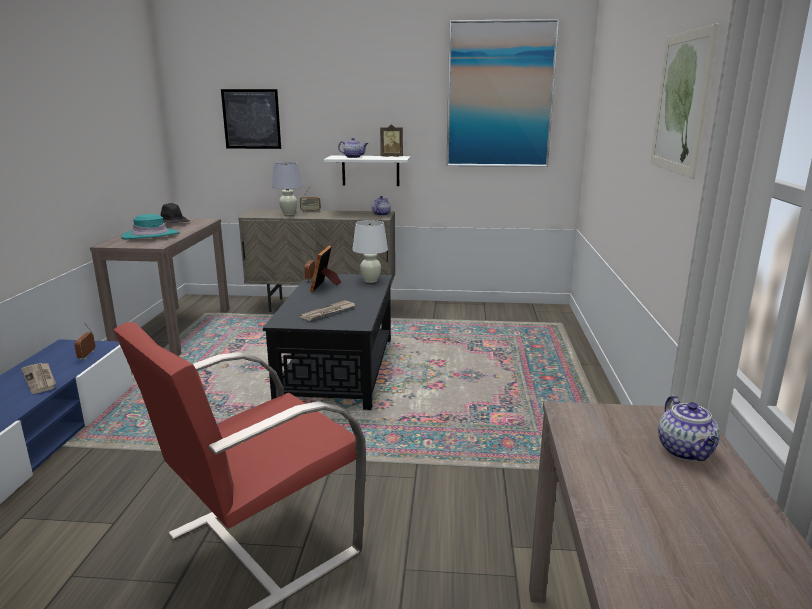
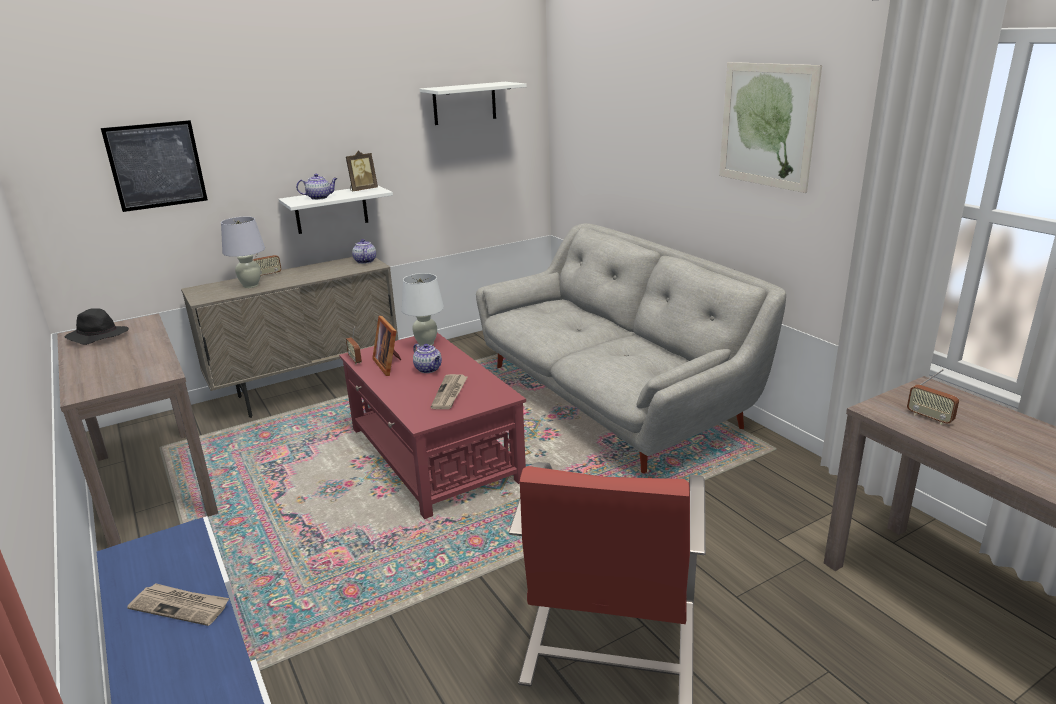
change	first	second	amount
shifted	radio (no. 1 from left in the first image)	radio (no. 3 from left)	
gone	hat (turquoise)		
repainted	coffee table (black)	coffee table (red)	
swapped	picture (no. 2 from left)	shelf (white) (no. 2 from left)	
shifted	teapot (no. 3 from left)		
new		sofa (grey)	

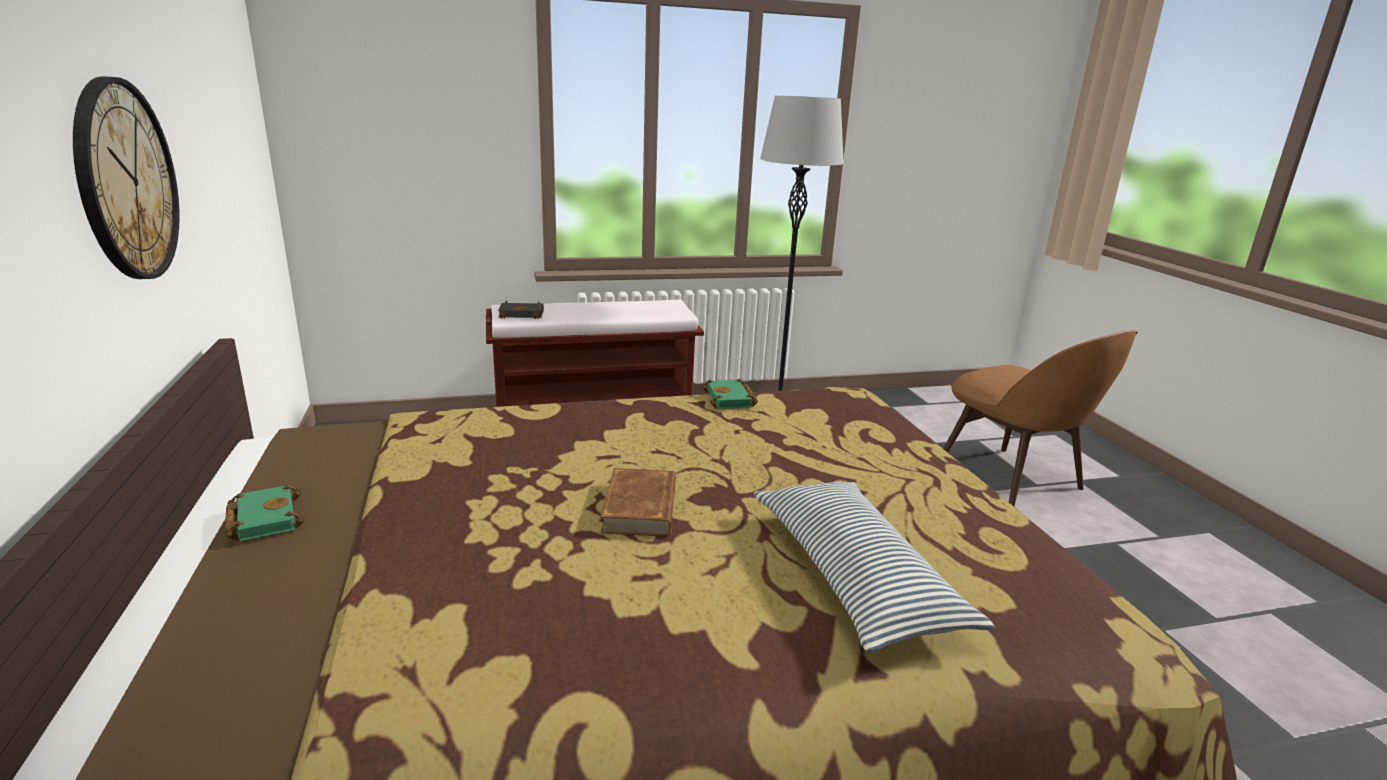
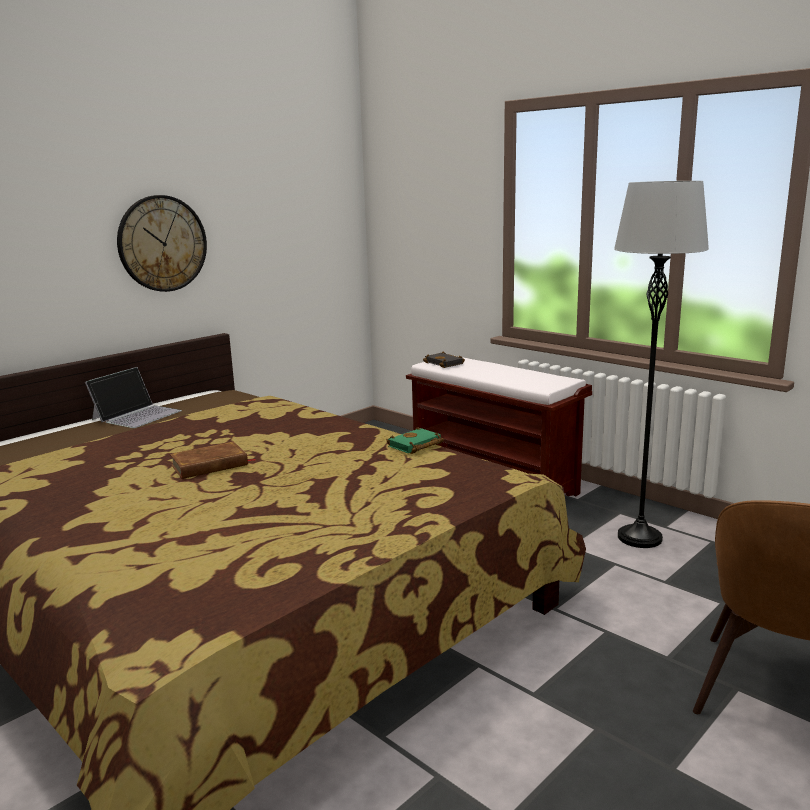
change	first	second	amount
swapped	book (green) (no. 1 from left)	laptop	
gone	pillow		

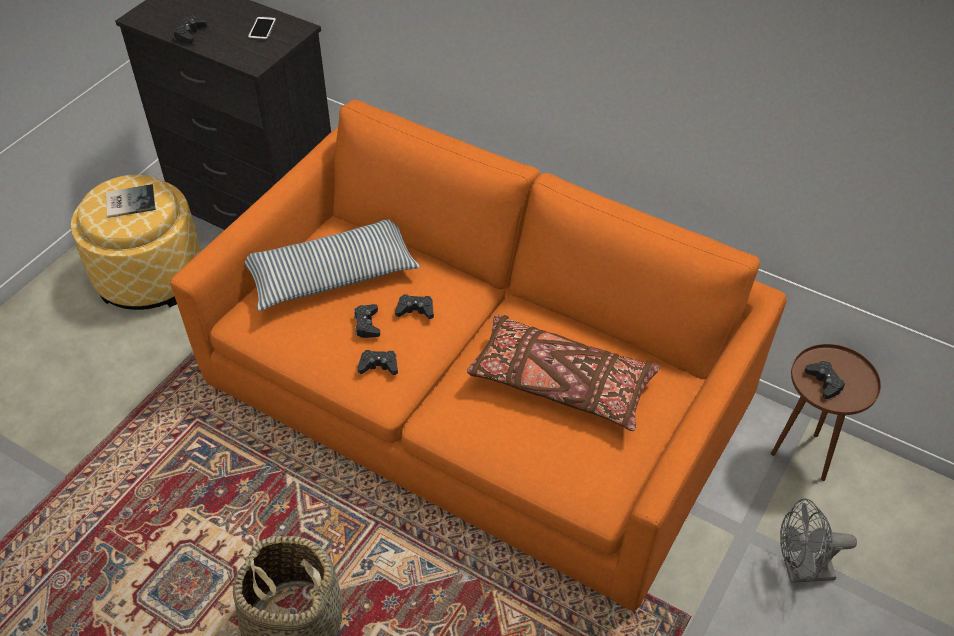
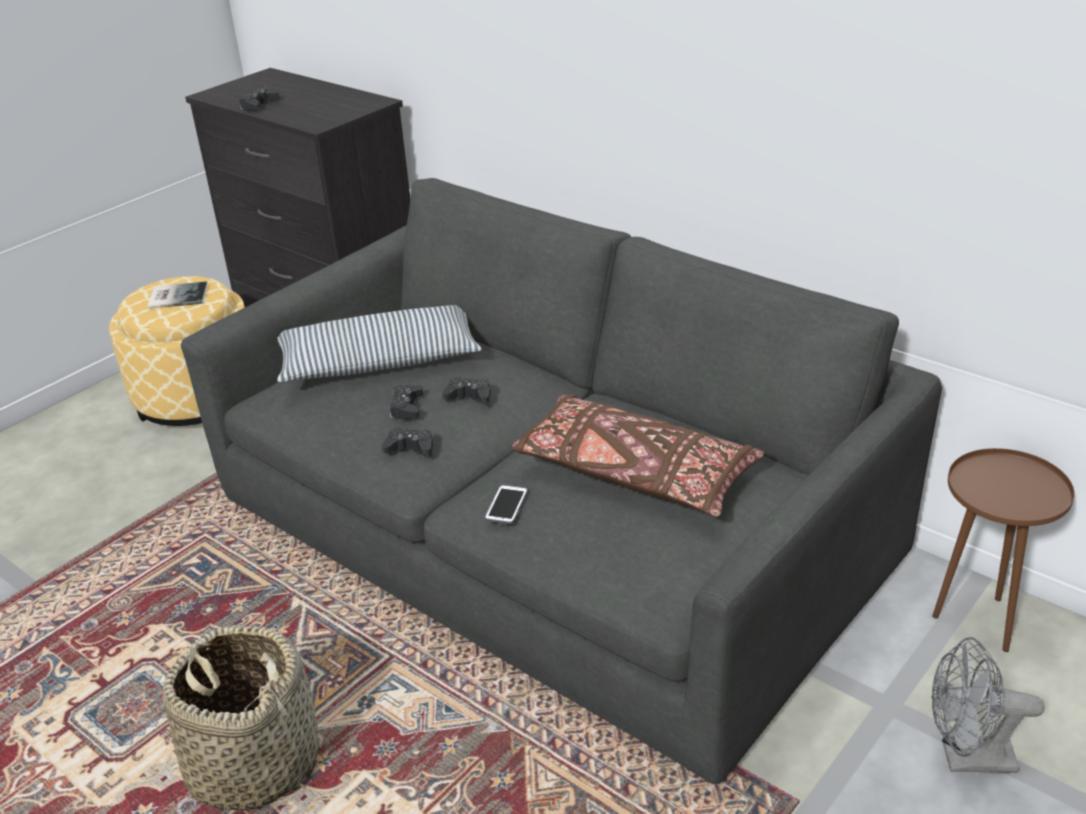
change	first	second	amount
repainted	sofa (orange)	sofa (grey)	
shifted	phone		
gone	game controller (black) (no. 5 from left)		

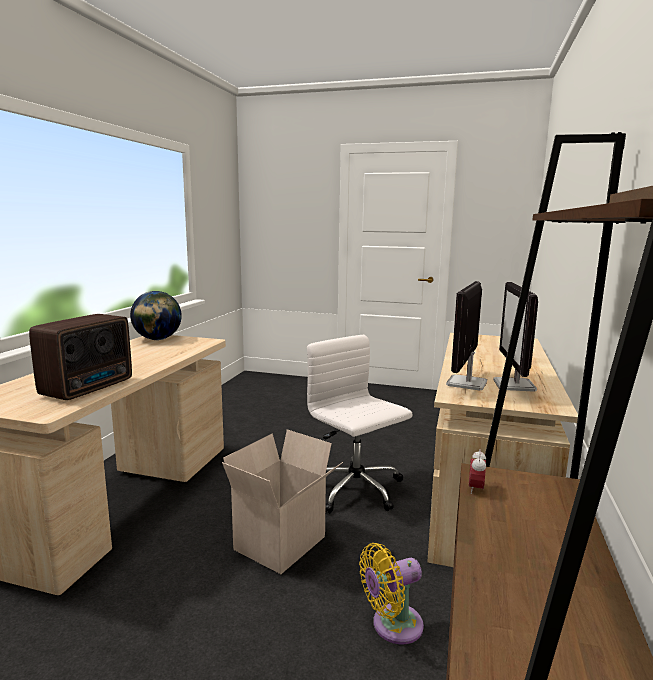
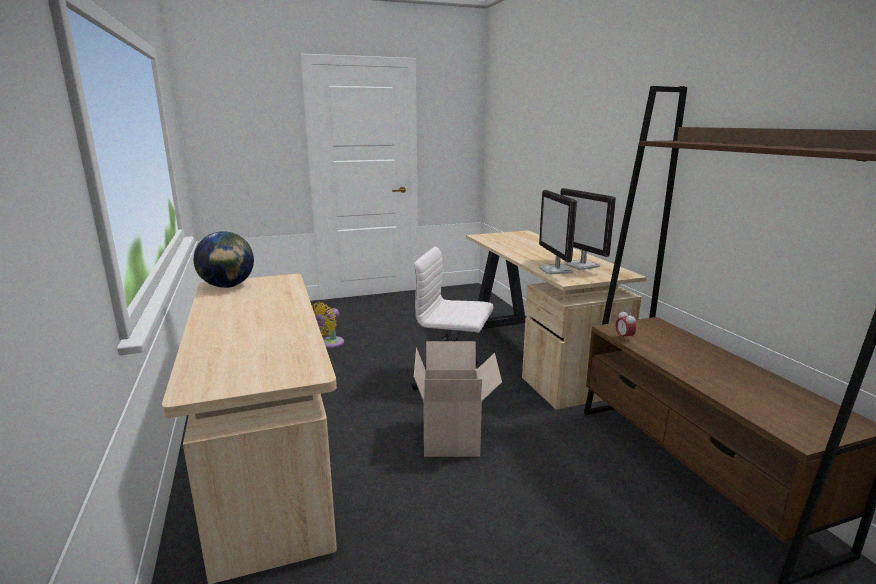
change	first	second	amount
gone	radio		
shifted	fan (yellow)		

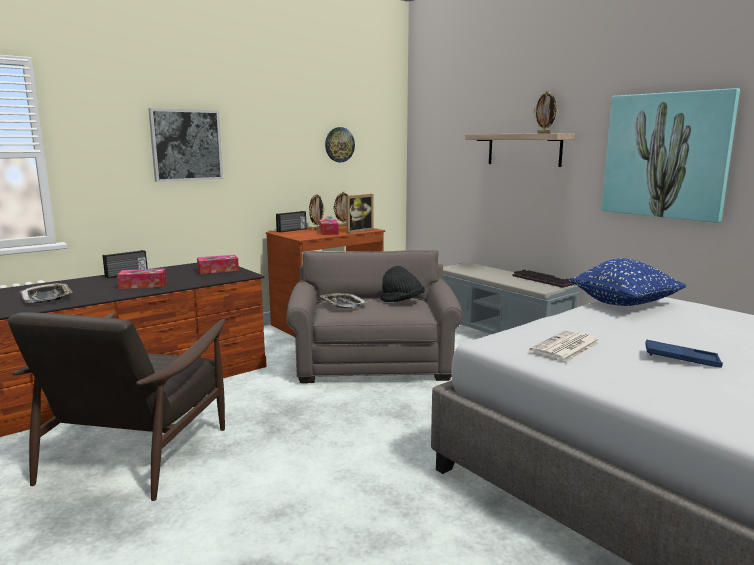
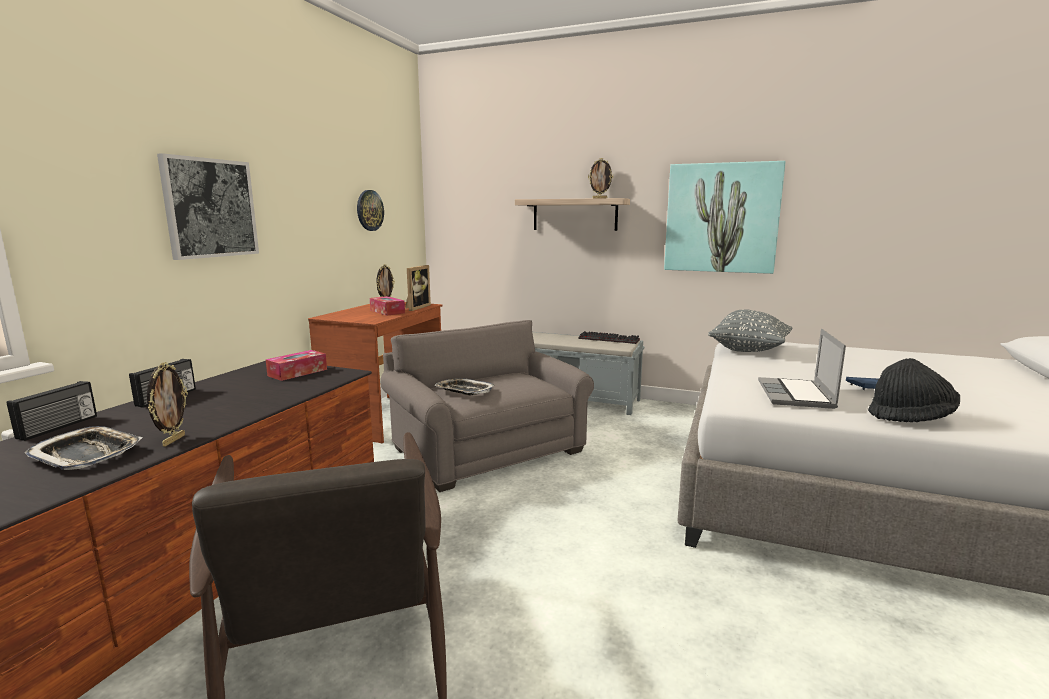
change	first	second	amount
gone	tissue box (no. 1 from left)		
shifted	radio (no. 2 from left in the first image)	radio (no. 1 from left)	
shifted	picture frame (no. 1 from left)		
shifted	hat (black)		
swapped	newspaper	laptop	
repainted	pillow (blue)	pillow (grey)	

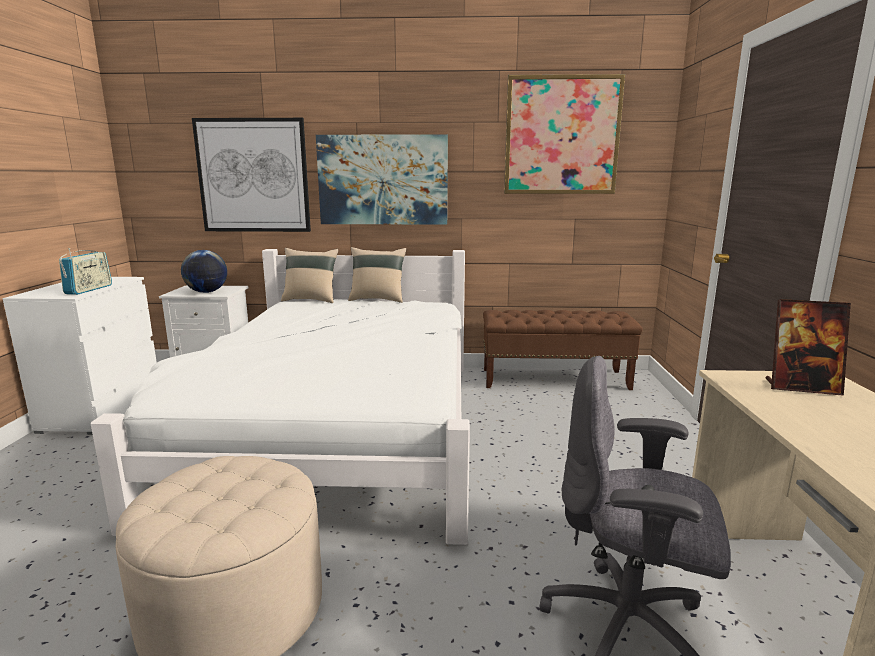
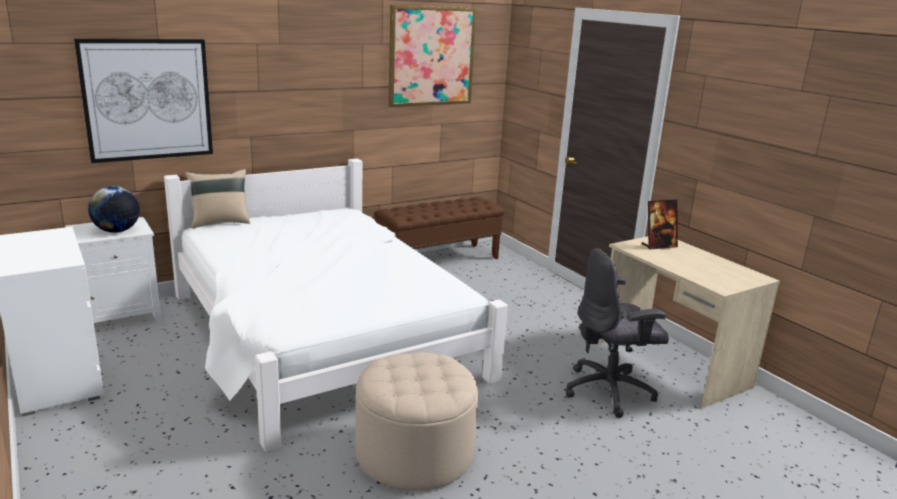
change	first	second	amount
gone	radio		
gone	picture (no. 2 from left)		
gone	pillow (beige) (no. 2 from left)		

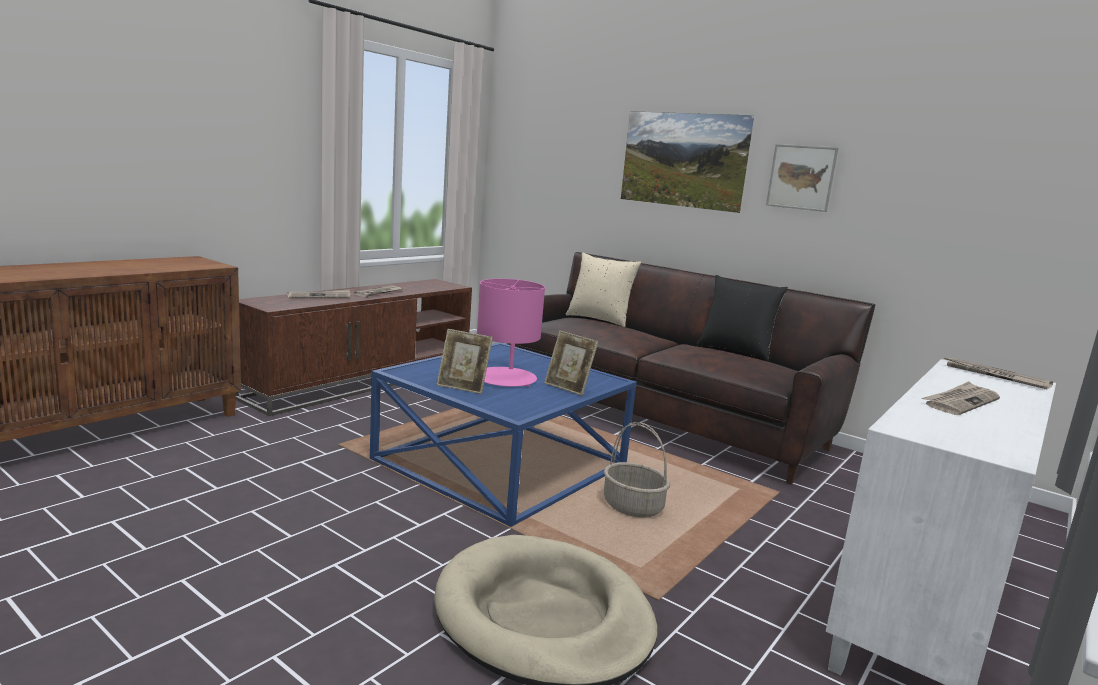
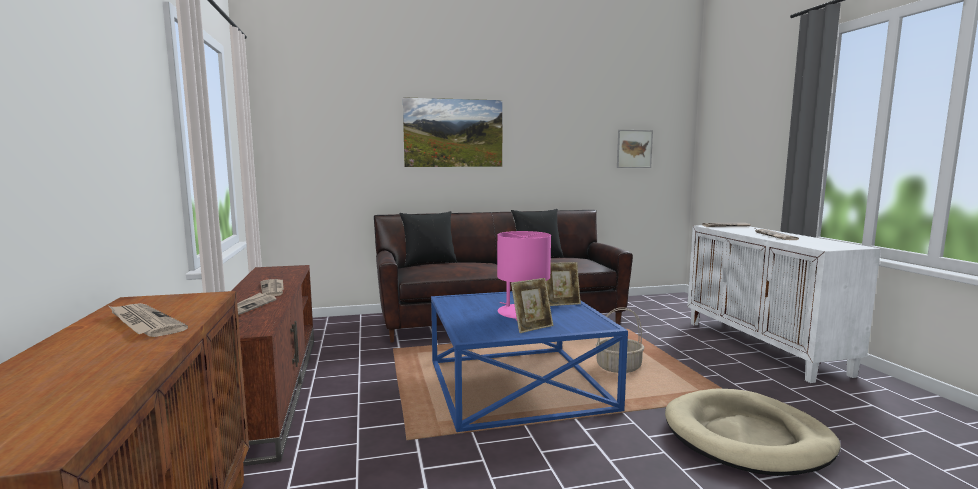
change	first	second	amount
repainted	pillow (beige)	pillow (black) (no. 1 from left)	
shifted	picture (no. 2 from left)		
new		newspaper (no. 1 from left)	

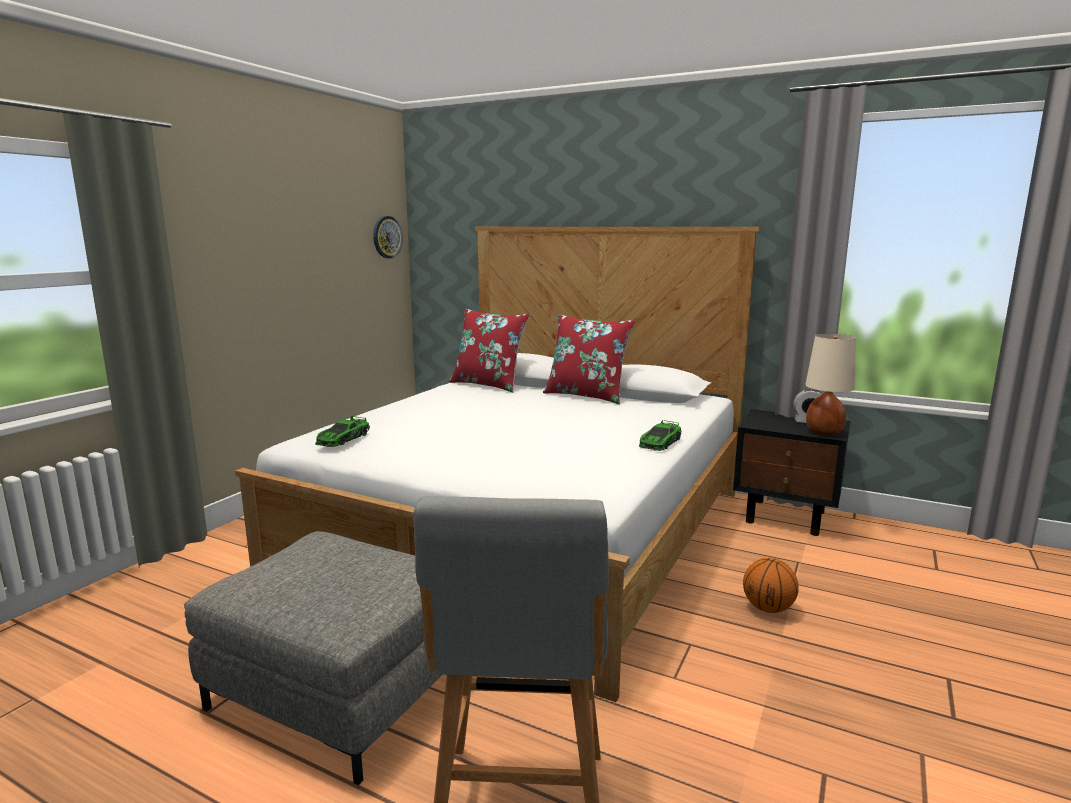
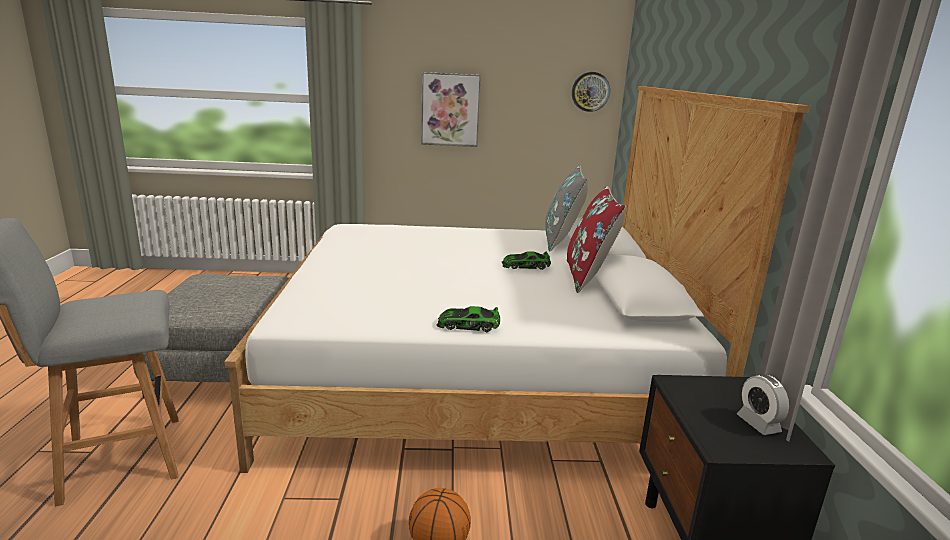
change	first	second	amount
shifted	toy car (no. 1 from left in the first image)	toy car (no. 2 from left)	
repainted	pillow (red) (no. 1 from left)	pillow (grey)	
gone	table lamp (beige)		
new		picture	

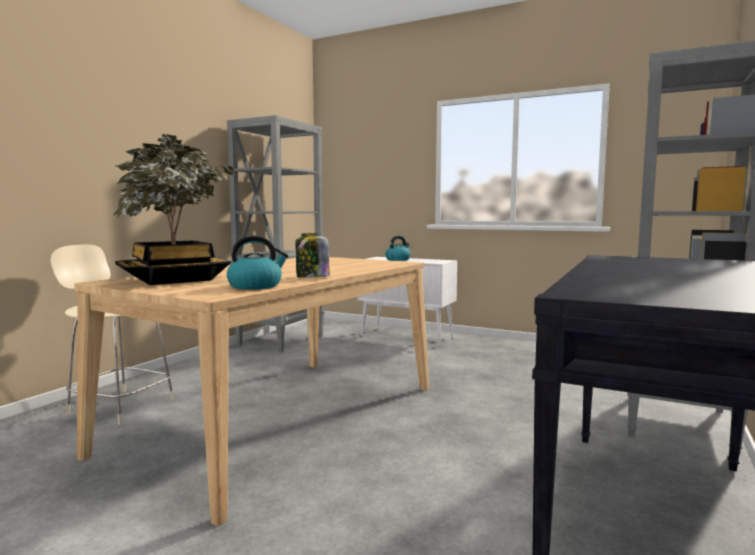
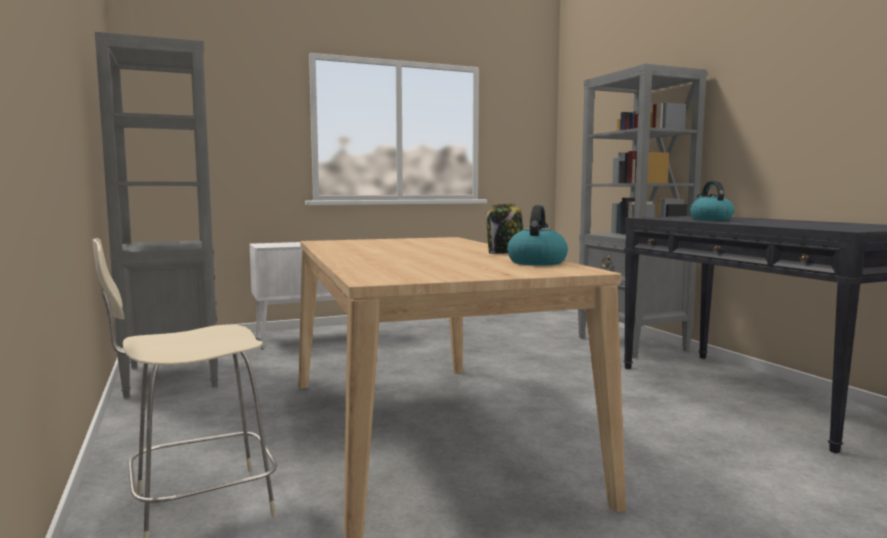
change	first	second	amount
gone	potted plant		
shifted	kettle (no. 2 from left)		

